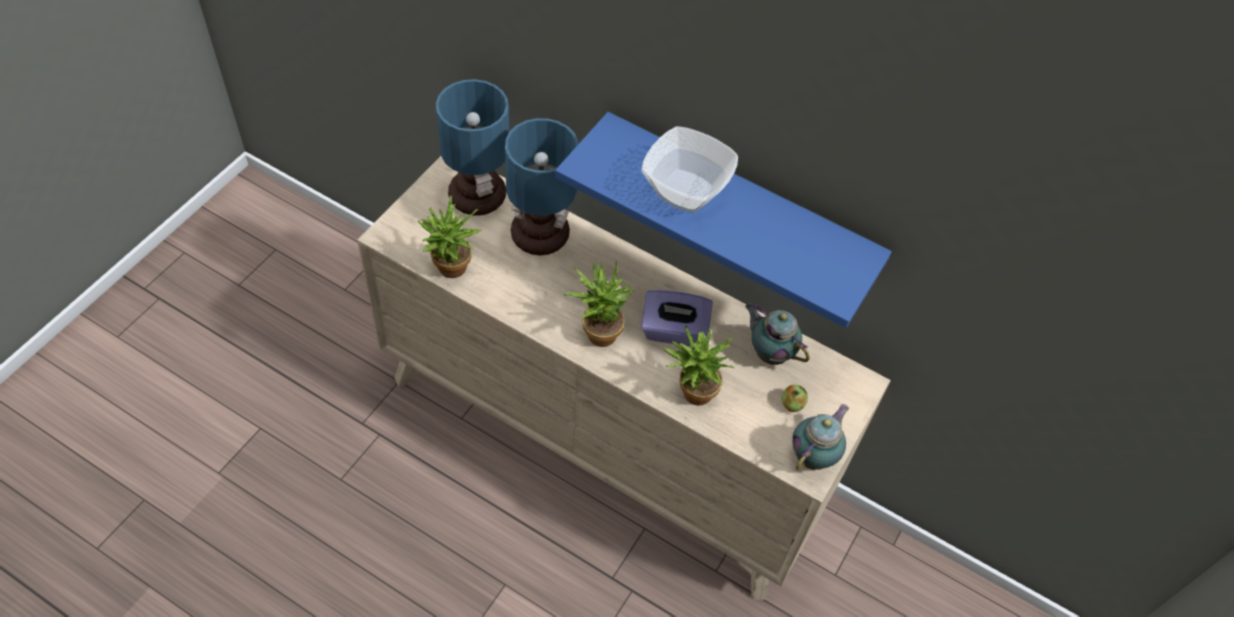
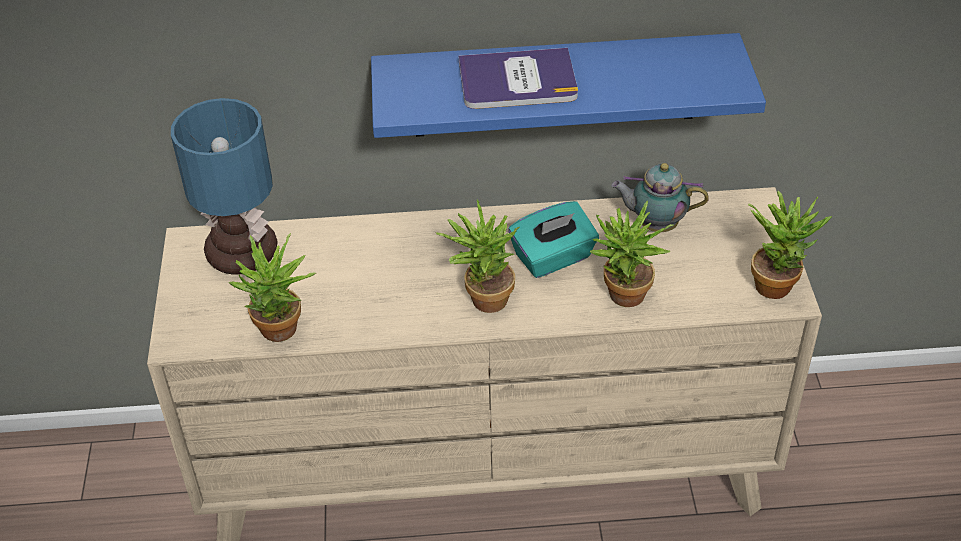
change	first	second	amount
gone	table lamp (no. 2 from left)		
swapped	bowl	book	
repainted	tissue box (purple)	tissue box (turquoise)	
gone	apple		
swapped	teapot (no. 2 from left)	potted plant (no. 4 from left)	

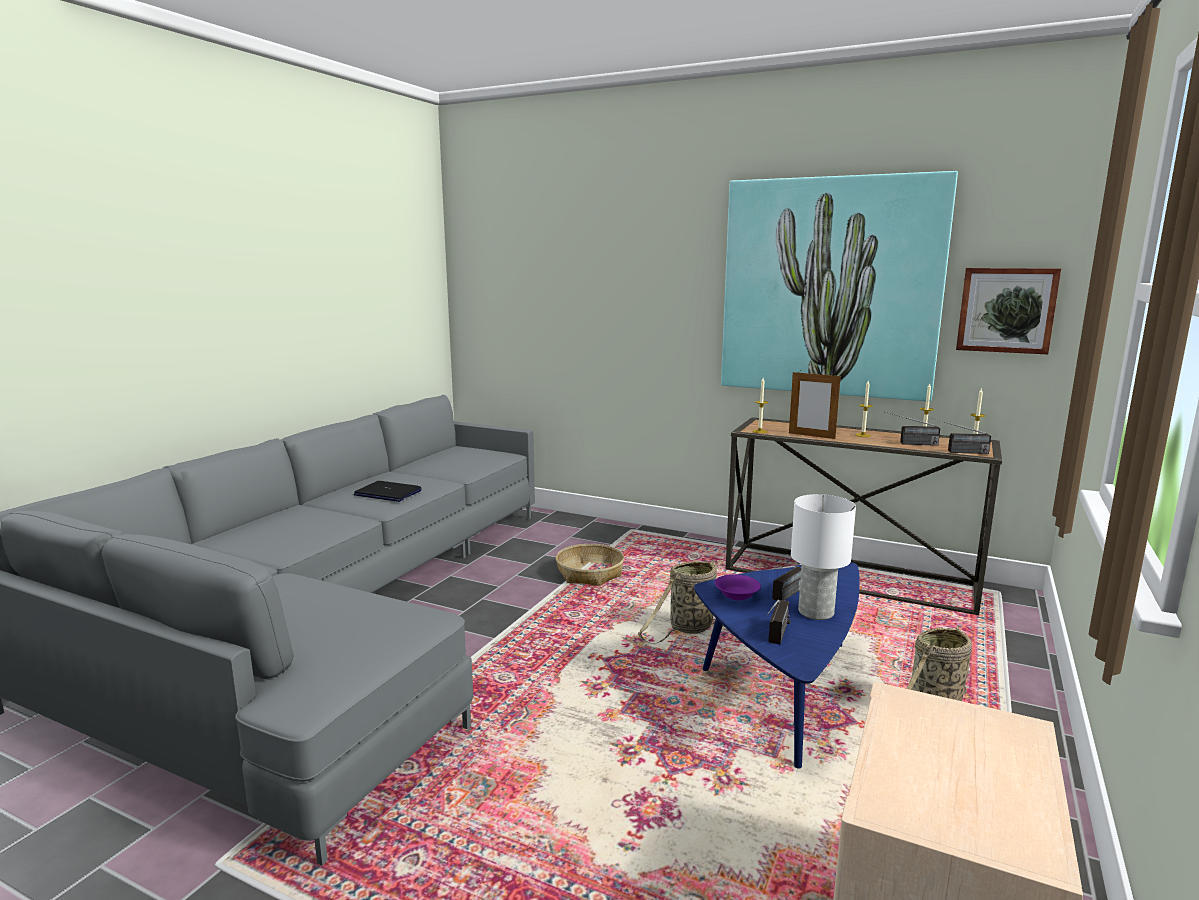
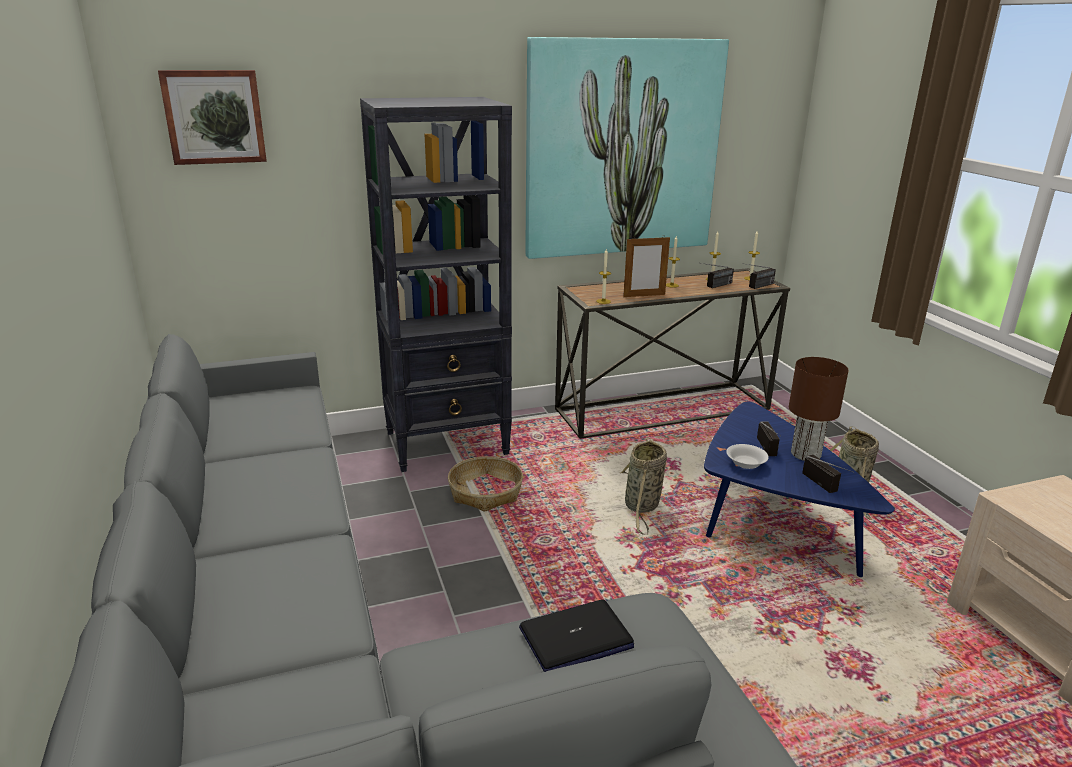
change	first	second	amount
shifted	laptop		
repainted	bowl (purple)	bowl (white)	
repainted	table lamp (white)	table lamp (brown)	
shifted	picture (no. 2 from left in the first image)	picture (no. 1 from left)	
new		bookcase (black)	

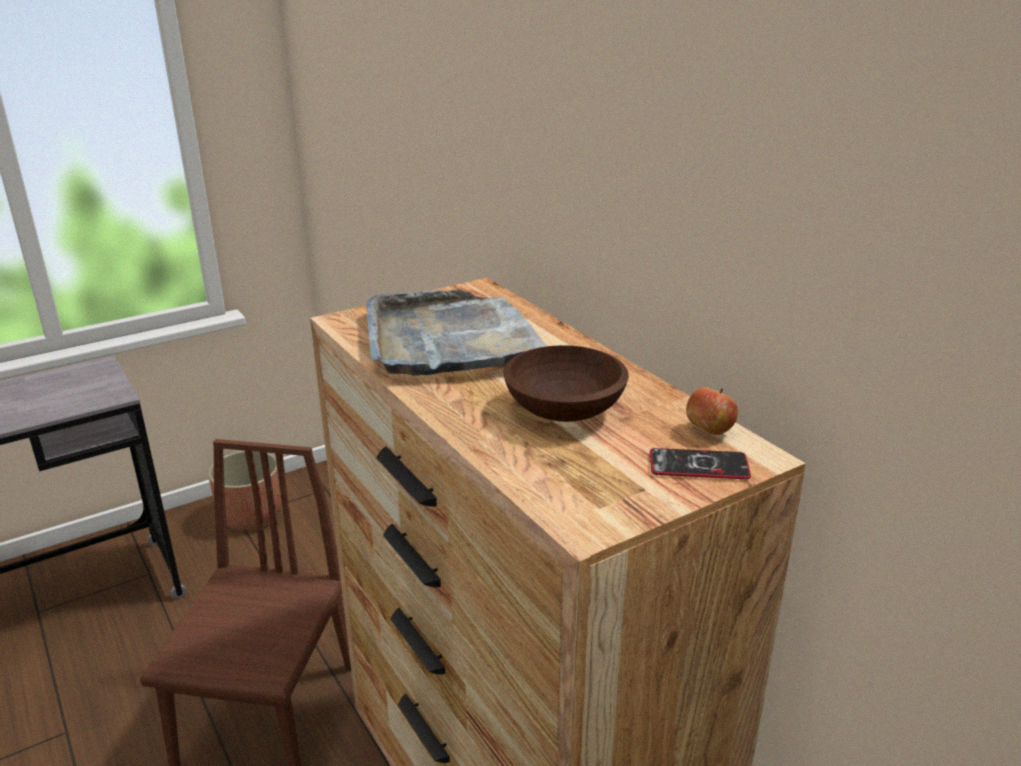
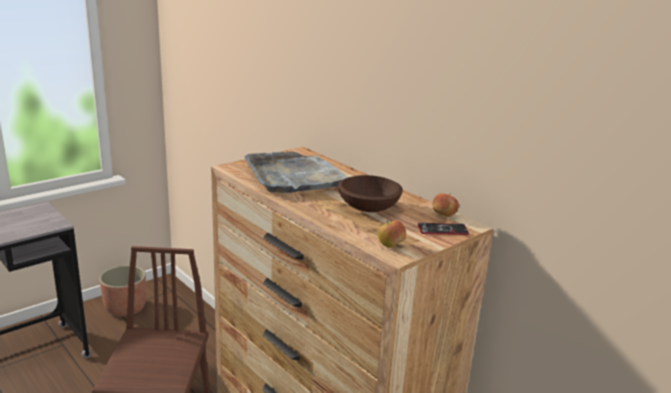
change	first	second	amount
new		apple (no. 1 from left)	

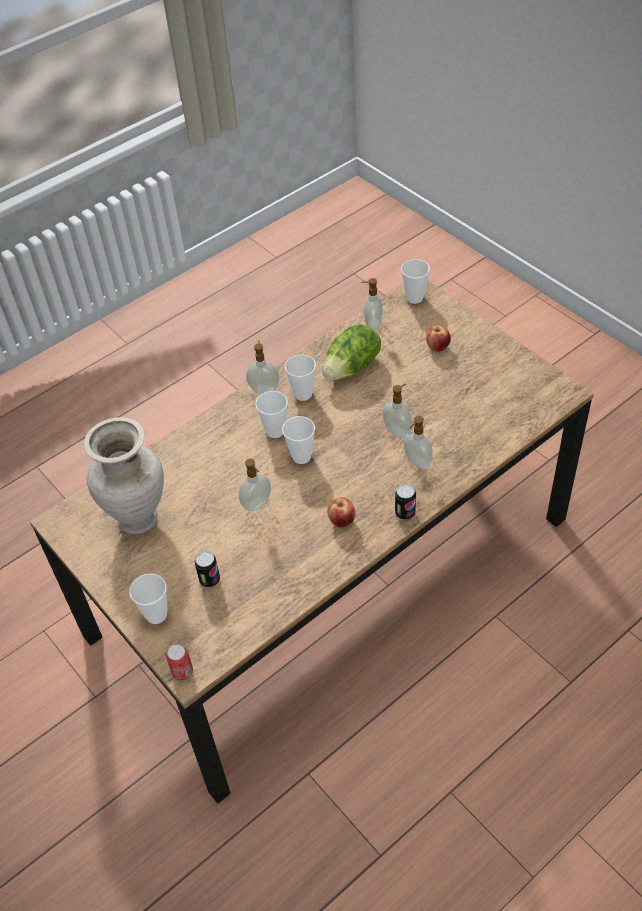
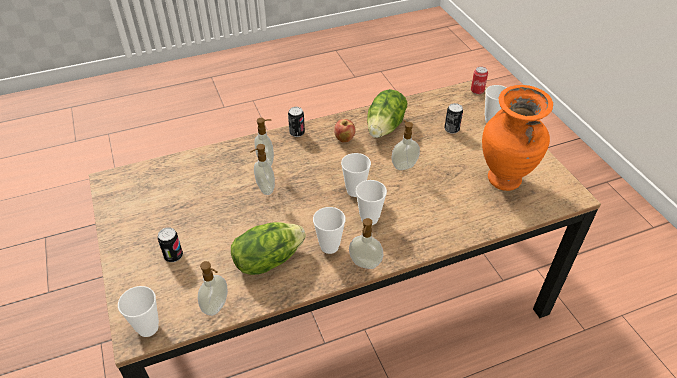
change	first	second	amount
repainted	vase (beige)	vase (orange)	
swapped	apple (no. 2 from left)	can (no. 1 from left)	
new		lettuce (no. 2 from left)	

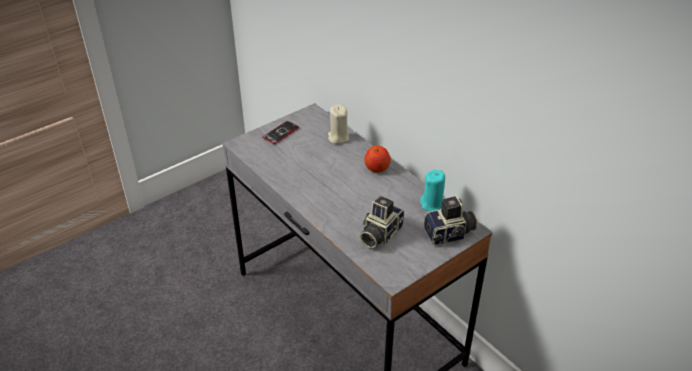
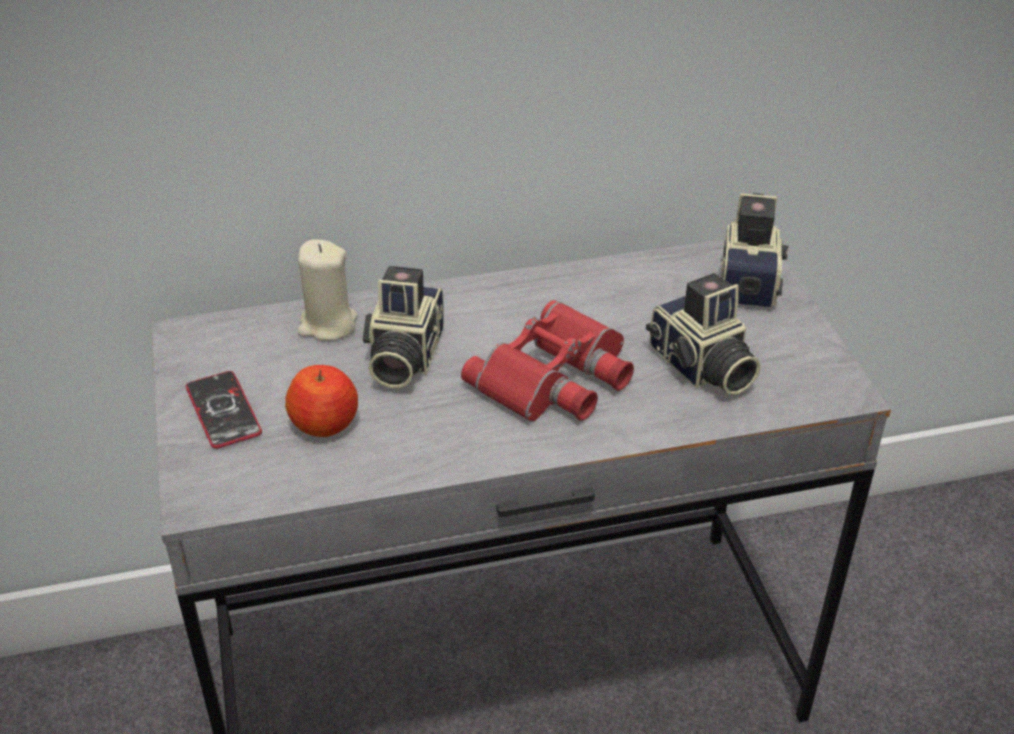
change	first	second	amount
shifted	apple		
gone	candle (turquoise)		
new		photo camera (no. 1 from left)	
new		binoculars (red)	

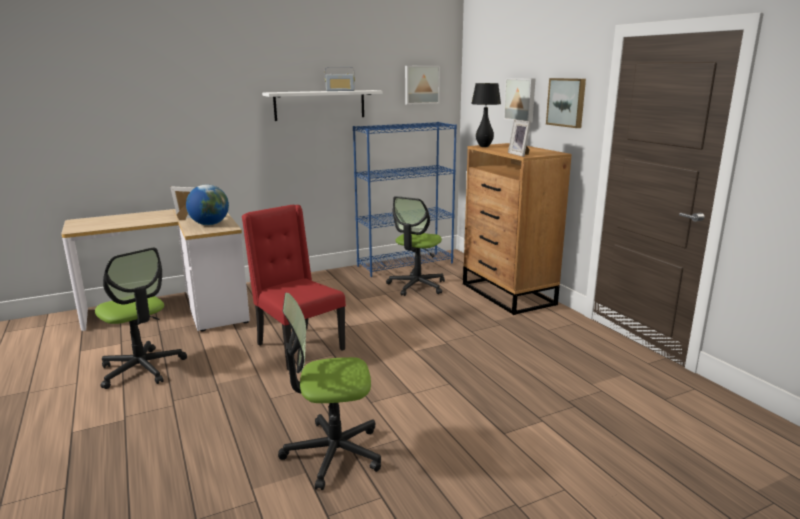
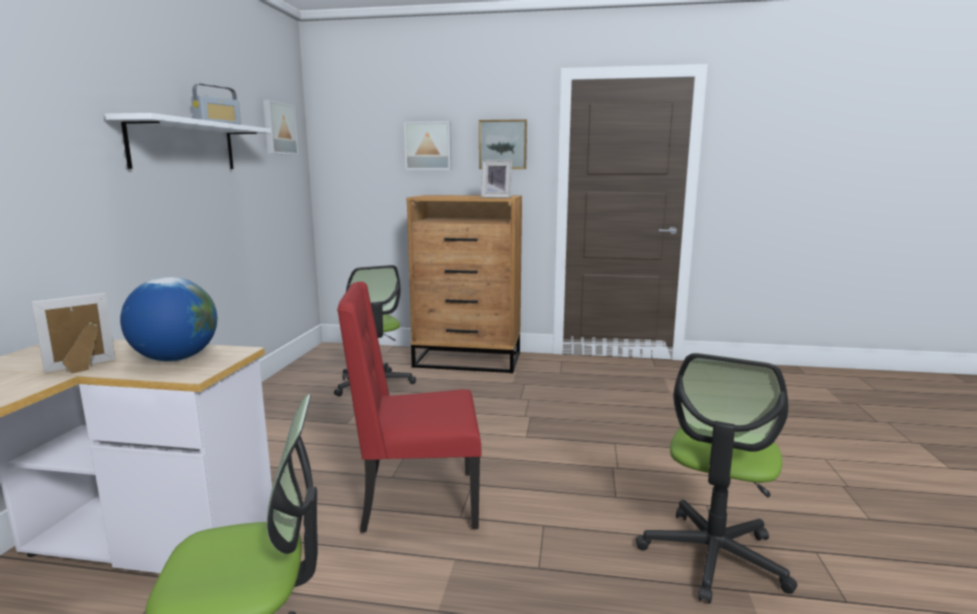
change	first	second	amount
gone	bookcase (blue)		
gone	table lamp (black)		

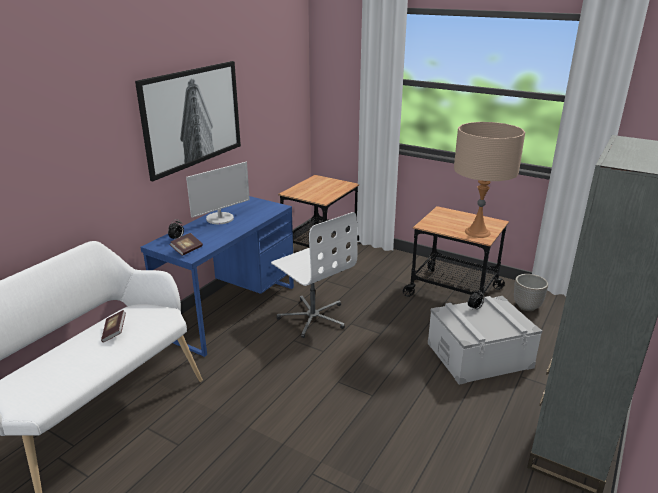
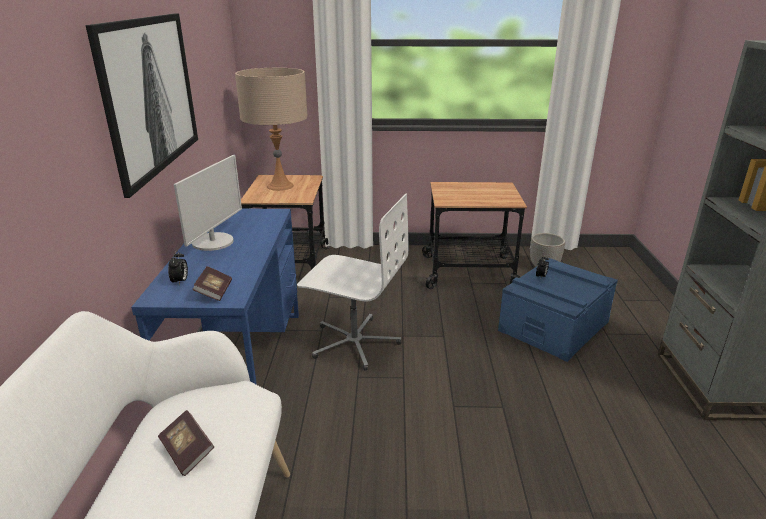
change	first	second	amount
repainted	storage box (grey)	storage box (blue)	
shifted	table lamp (beige)		

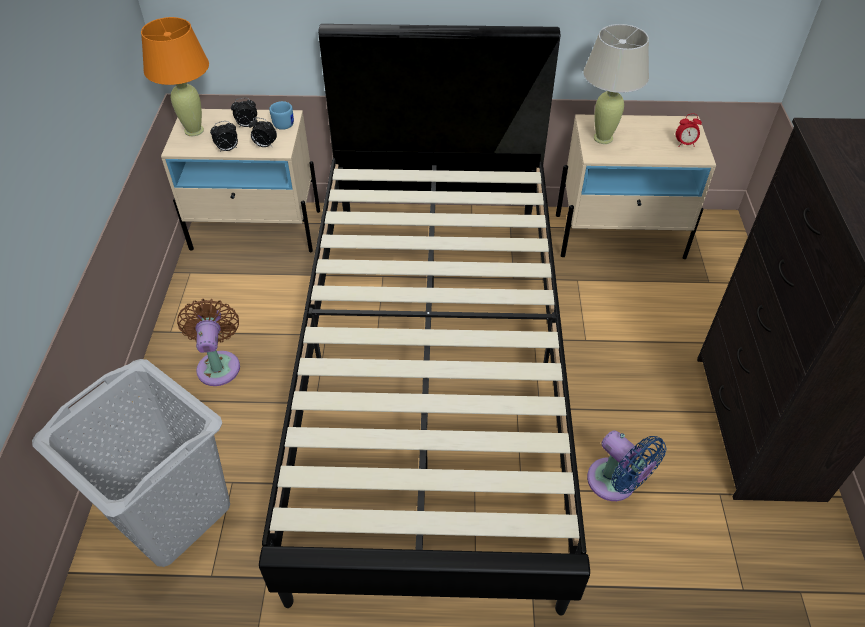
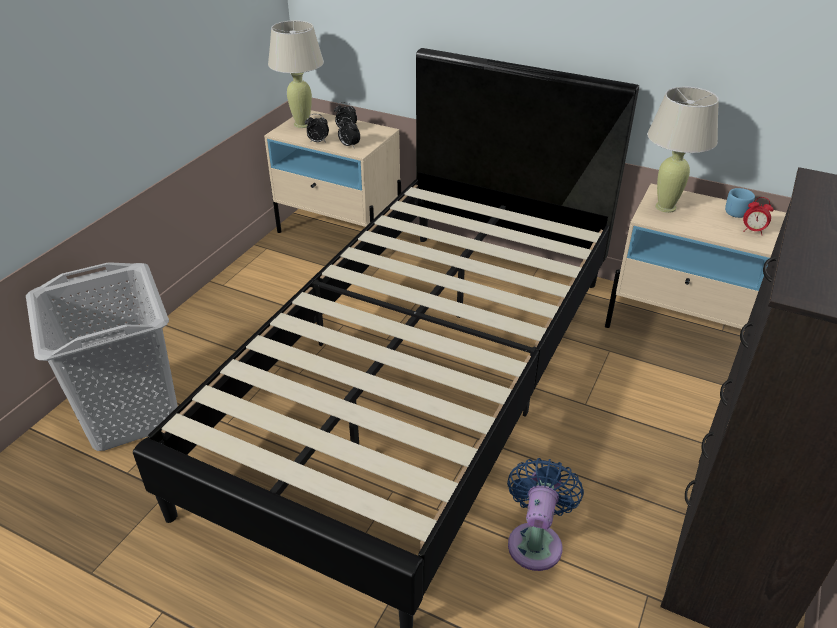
change	first	second	amount
repainted	table lamp (orange)	table lamp (beige) (no. 1 from left)	
gone	fan (brown)		
shifted	mug (blue)		
rotated	fan (blue)		150 degrees counterclockwise

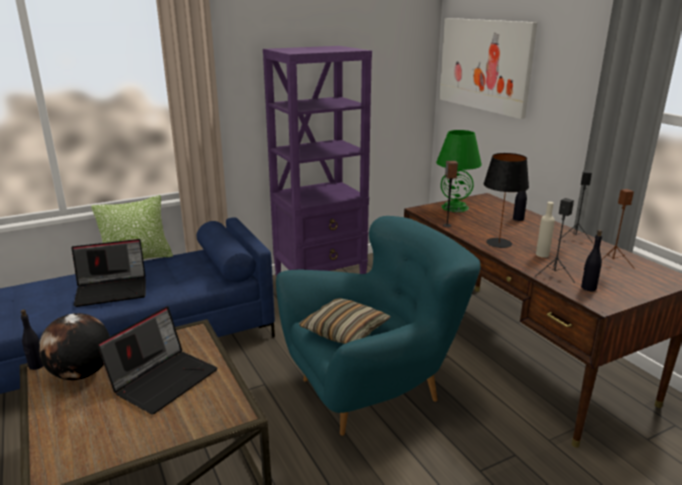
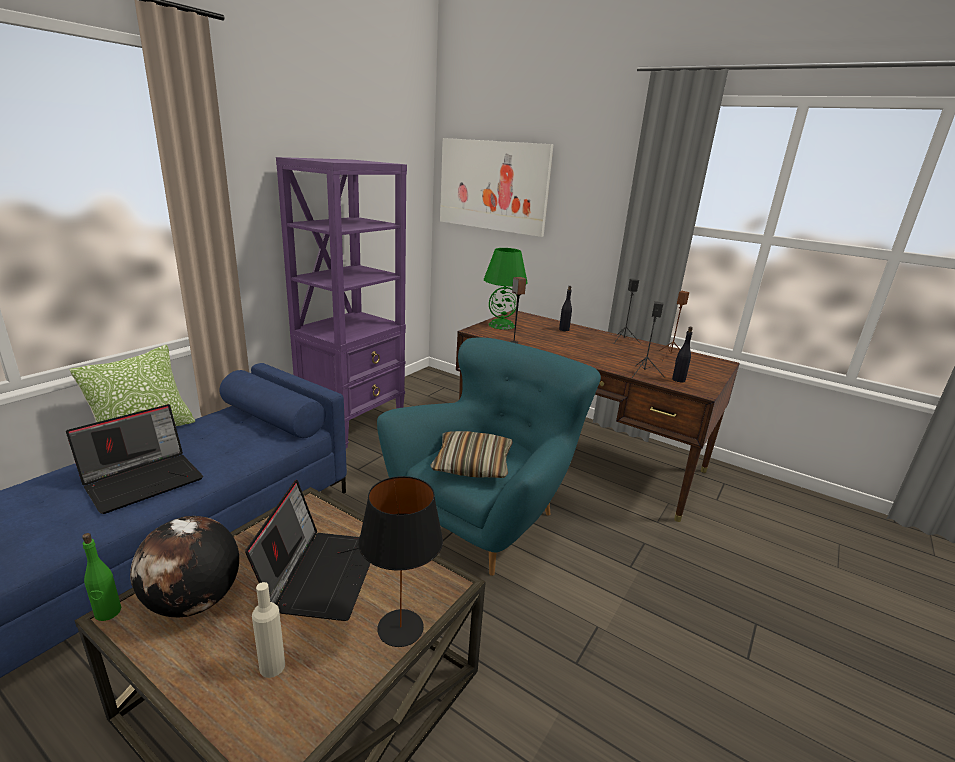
change	first	second	amount
repainted	bottle (black) (no. 1 from left)	bottle (green)	
shifted	table lamp (black)		
shifted	bottle (beige)		

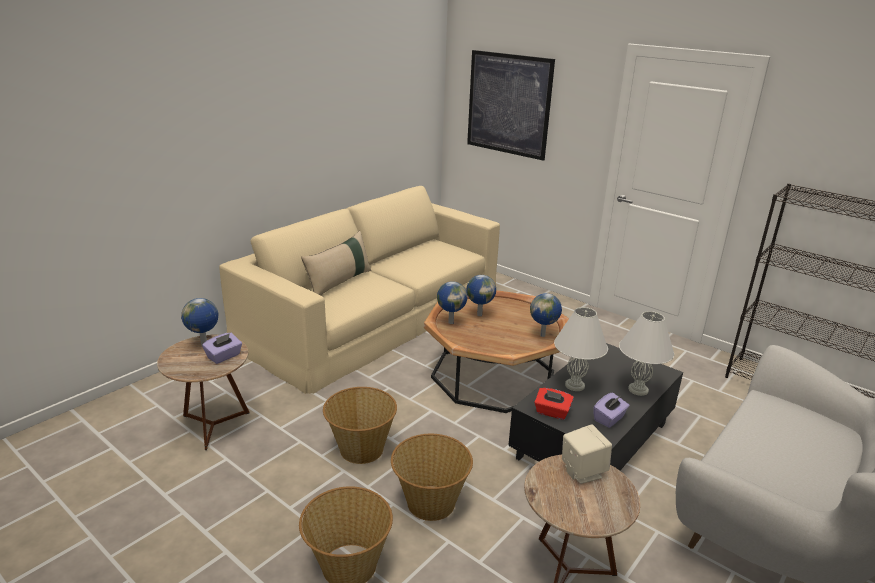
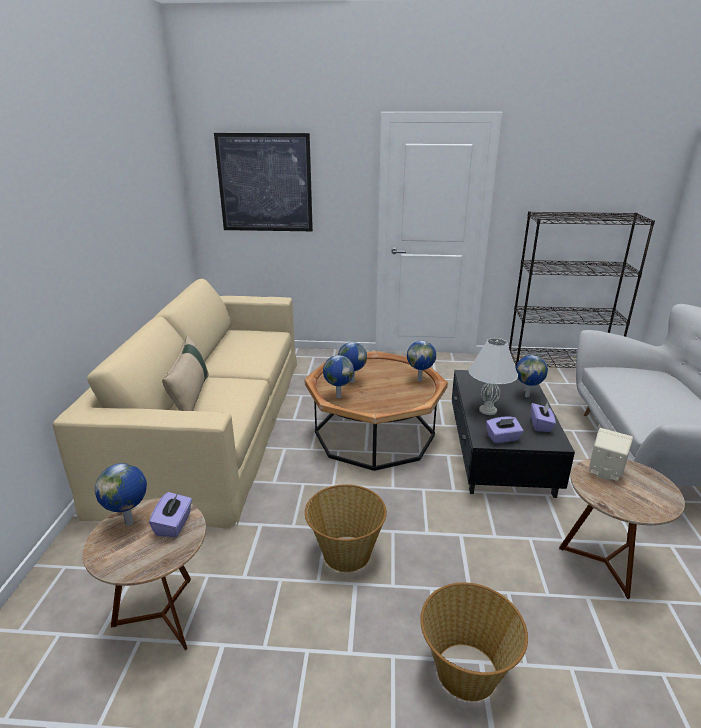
change	first	second	amount
gone	basket (no. 3 from left)		
repainted	tissue box (red)	tissue box (purple) (no. 2 from left)	
swapped	table lamp (white) (no. 2 from left)	globe (no. 5 from left)	

